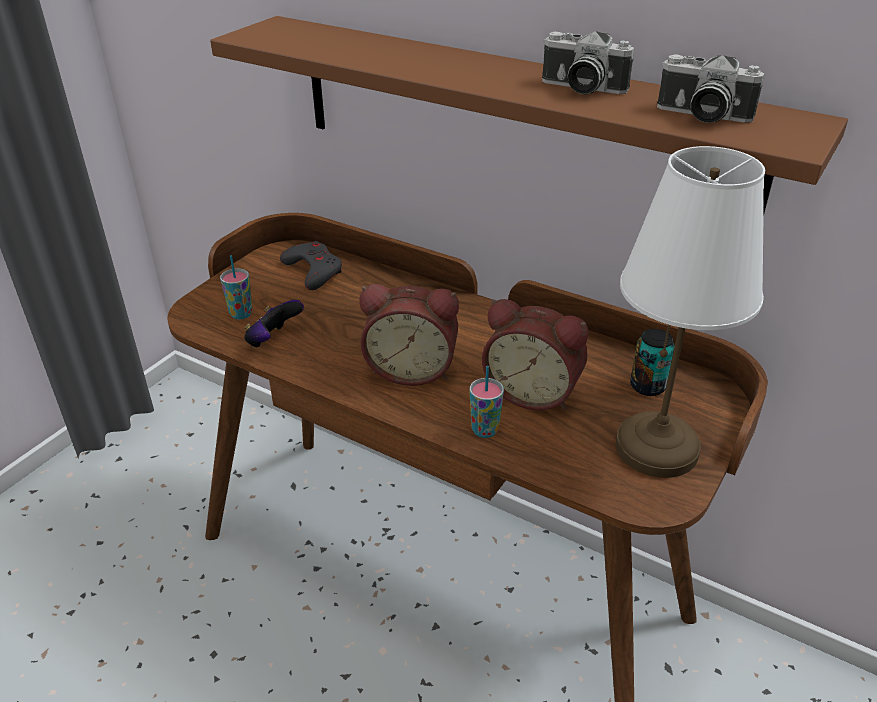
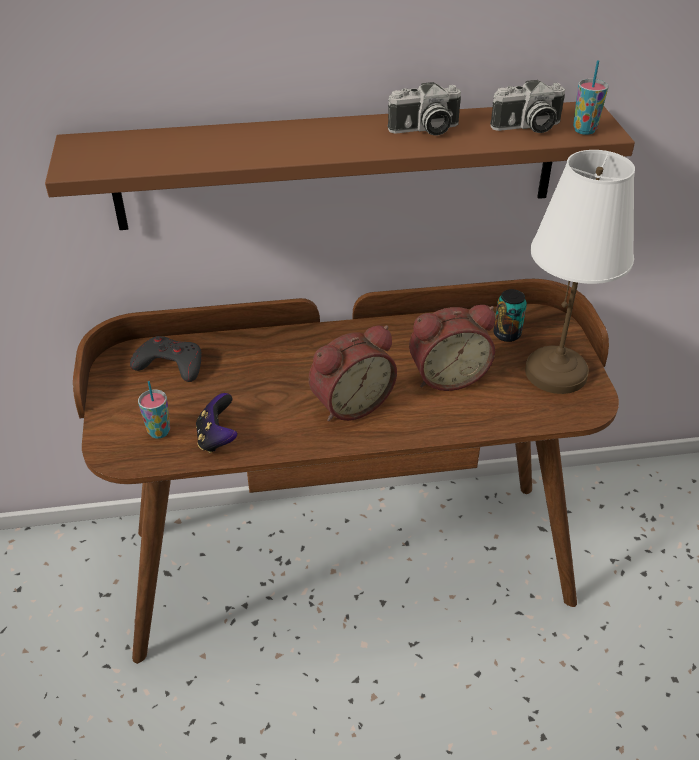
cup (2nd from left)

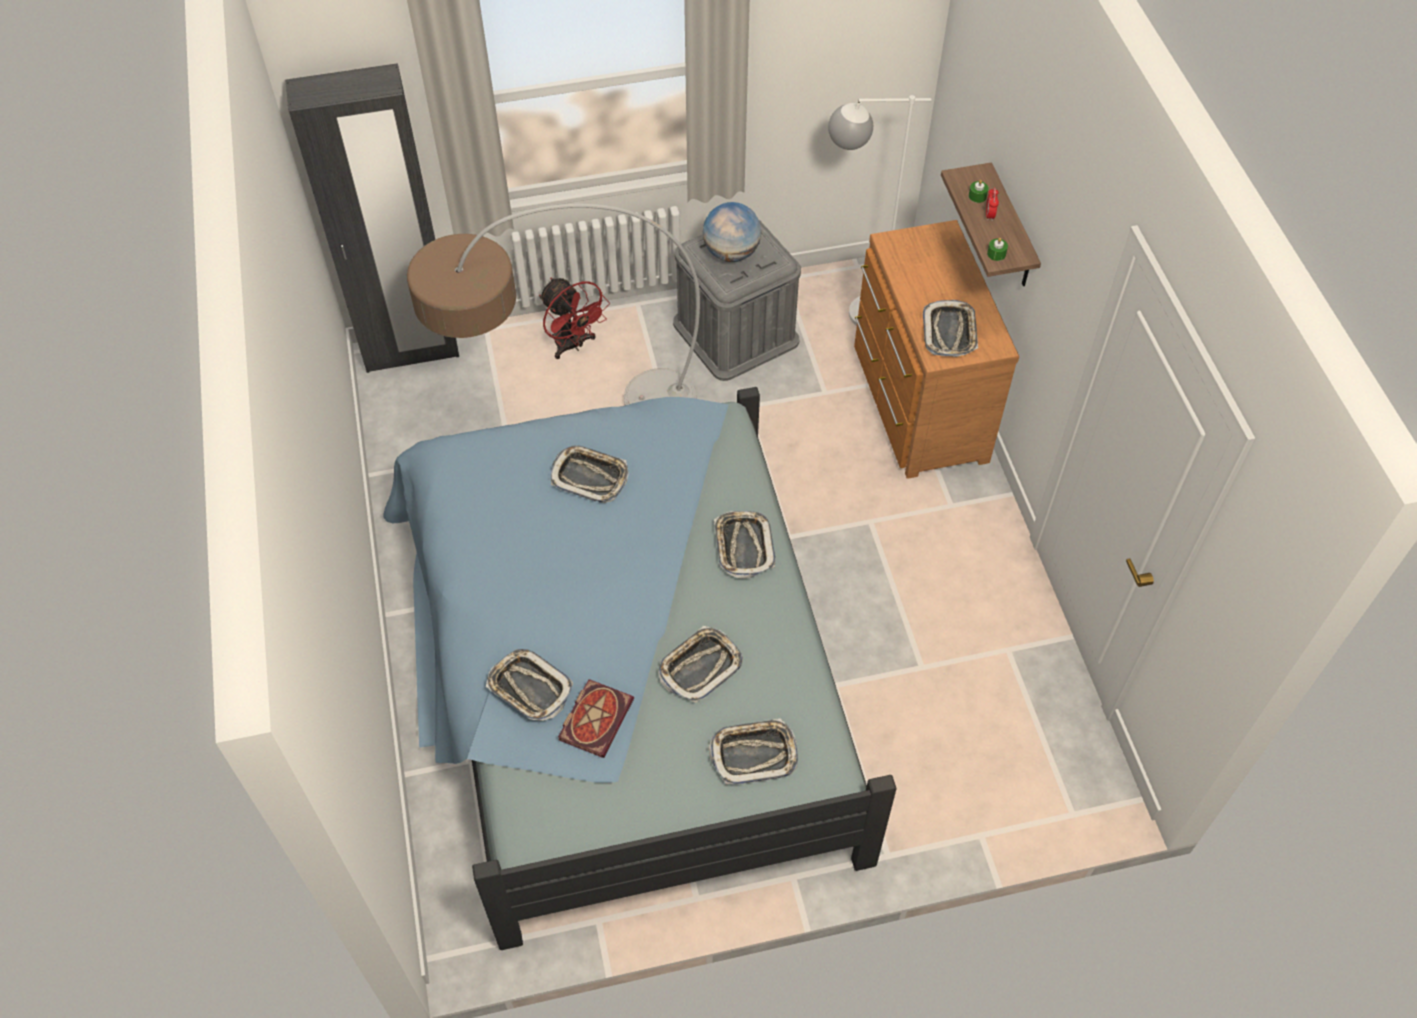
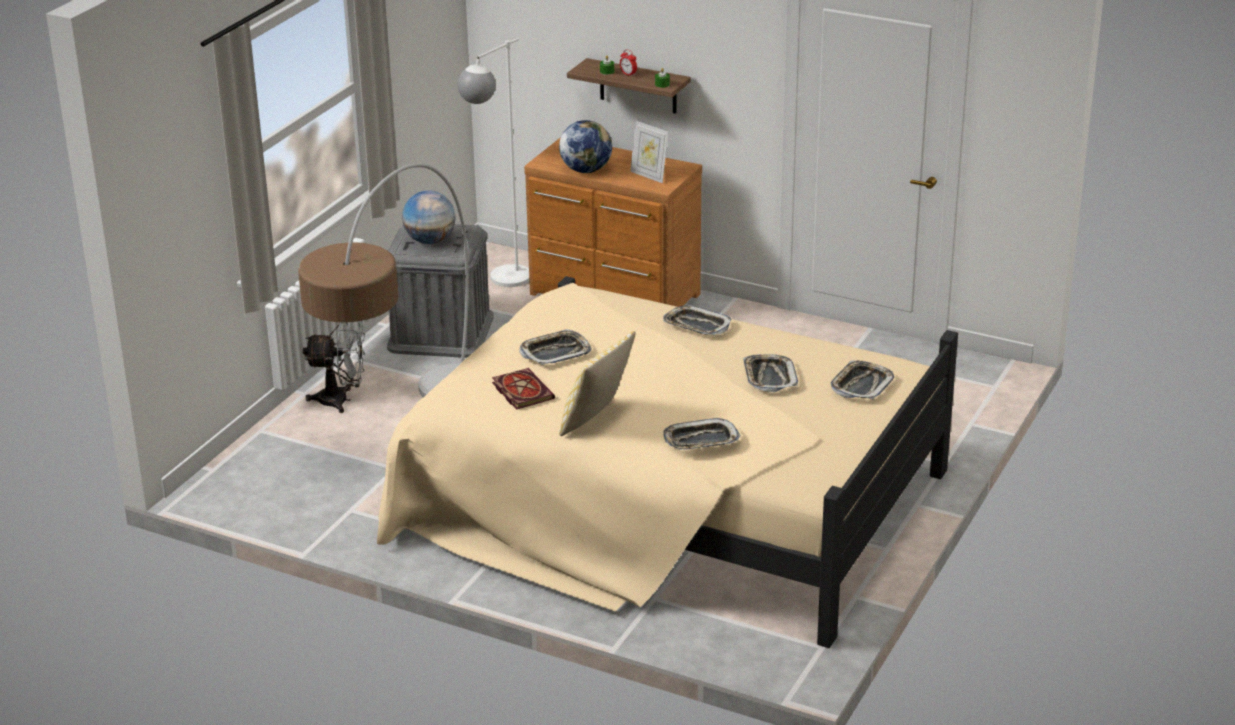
black wardrobe; beige bed; grey fan; book; picture frame; globe (2nd from left); pillow

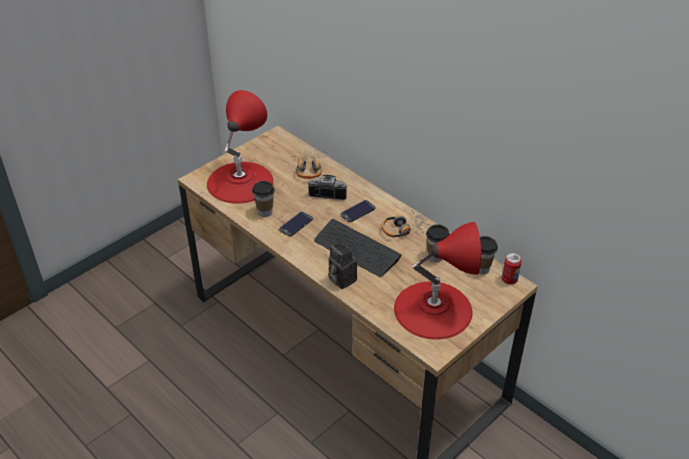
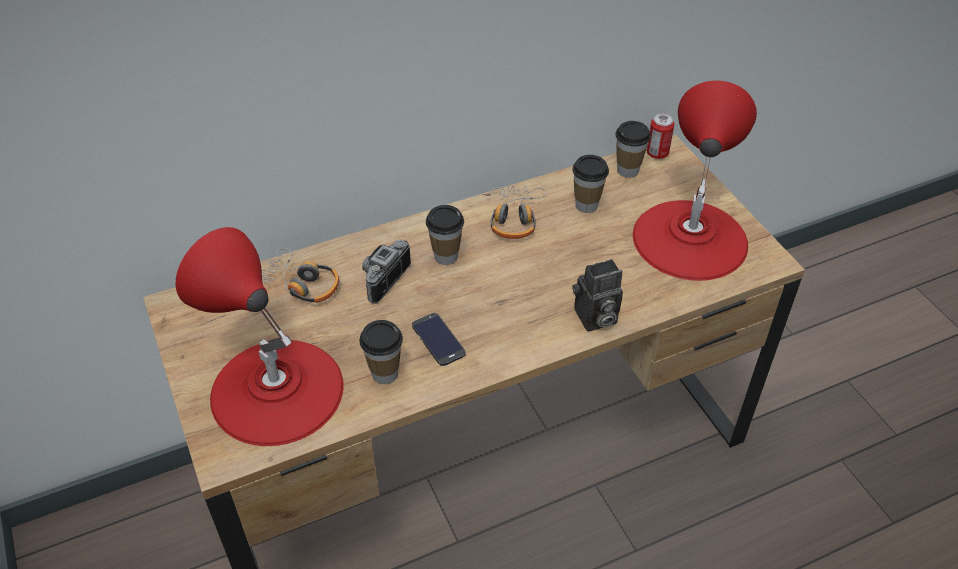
keyboard; cup (2nd from left)

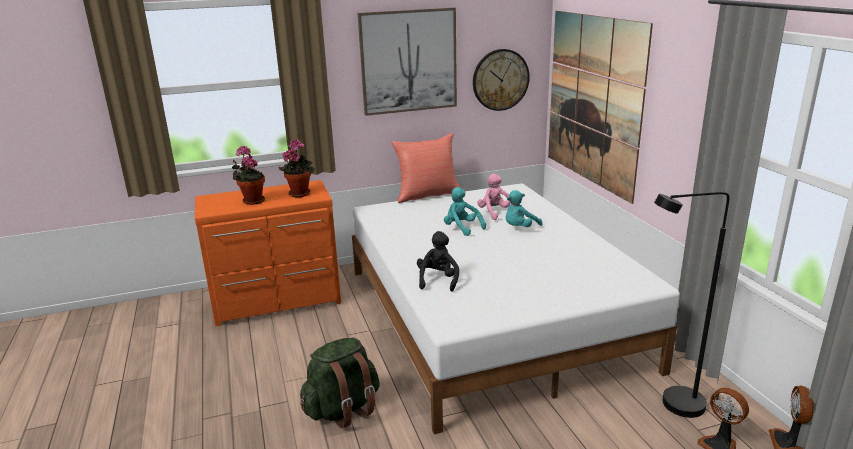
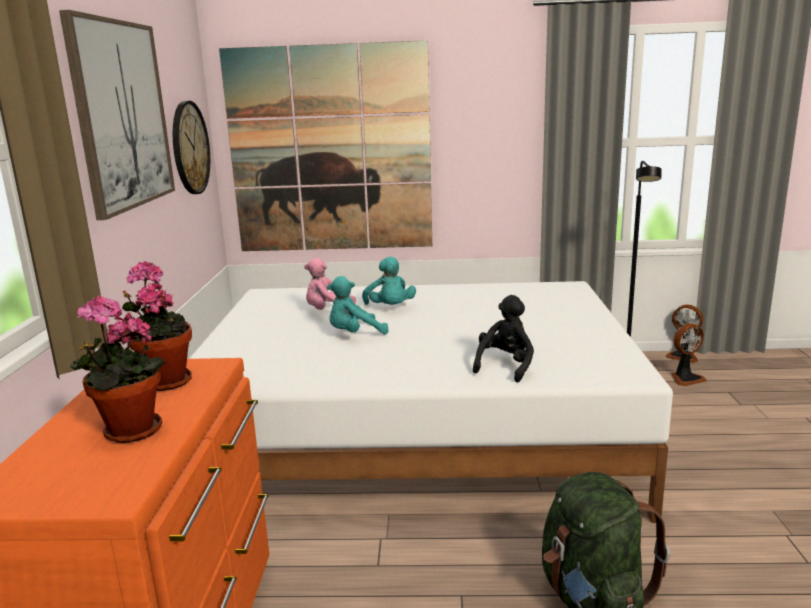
red pillow; black plush toy

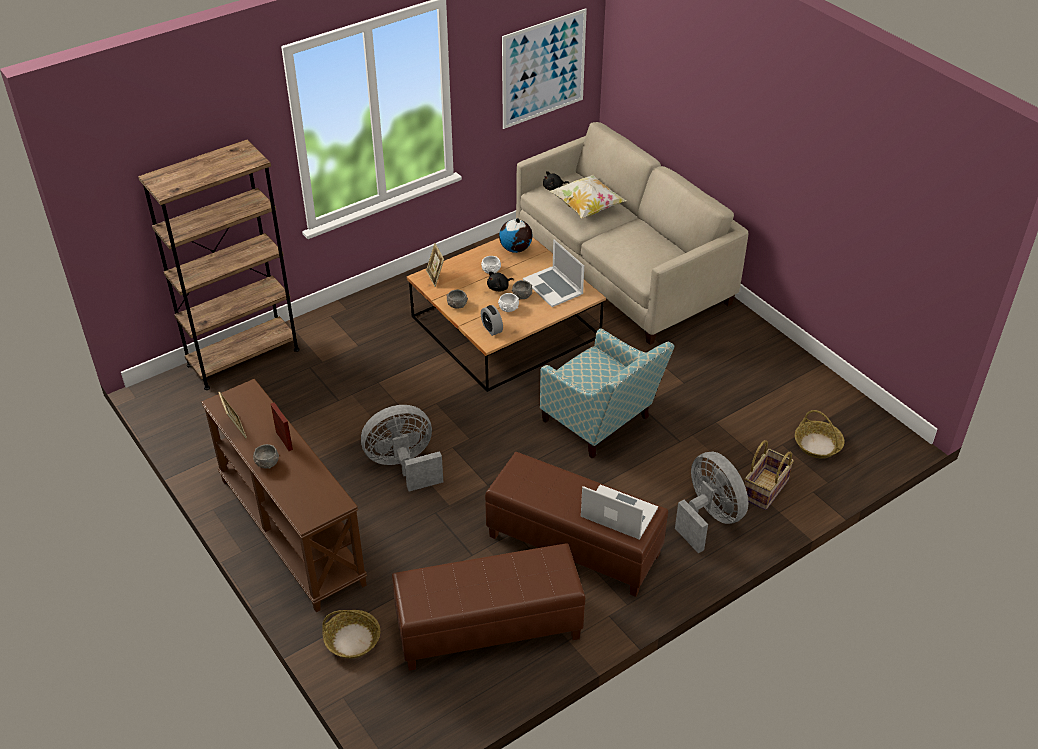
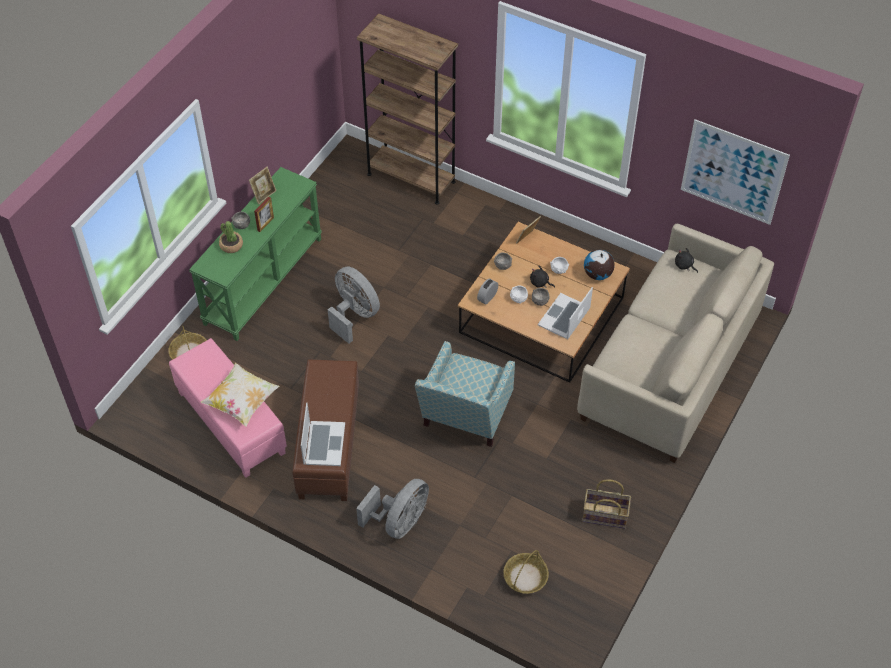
green console table; pink ottoman; pillow; basket (3rd from left); potted plant

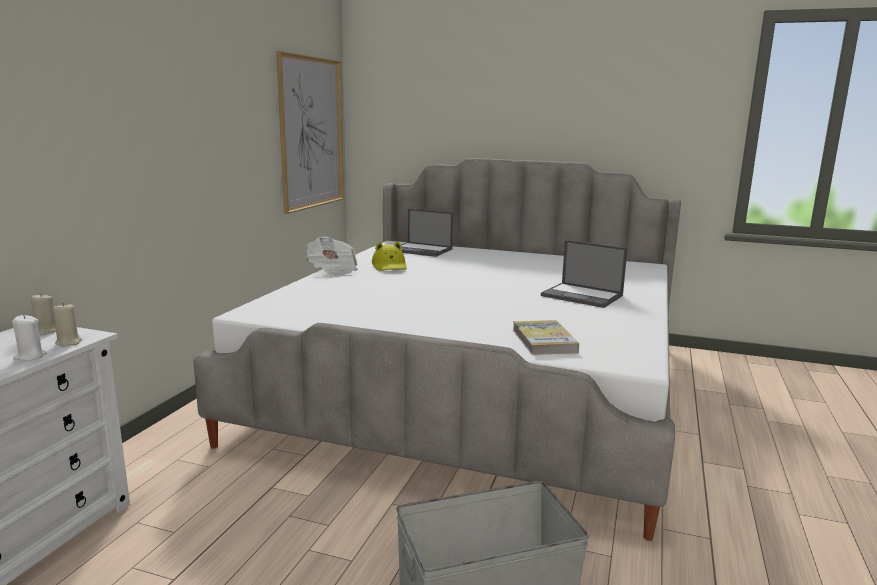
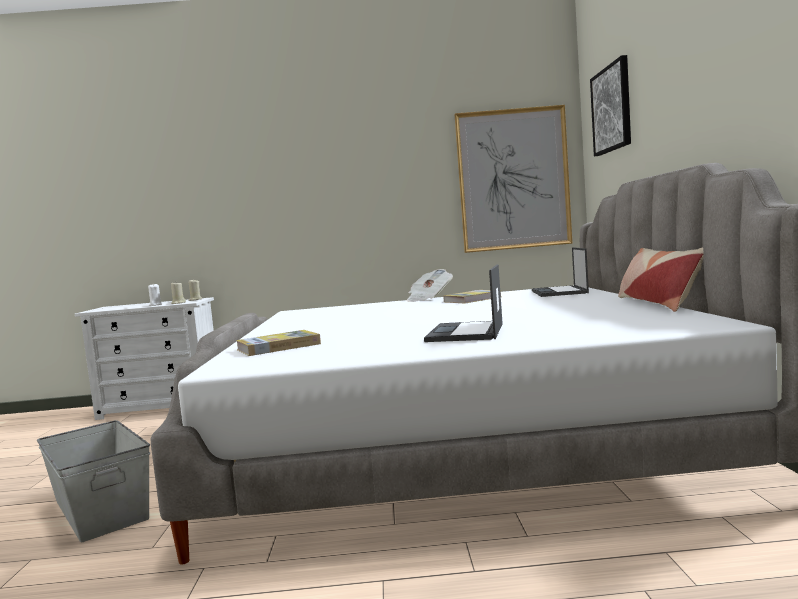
book (2nd from left); picture (2nd from left); pillow

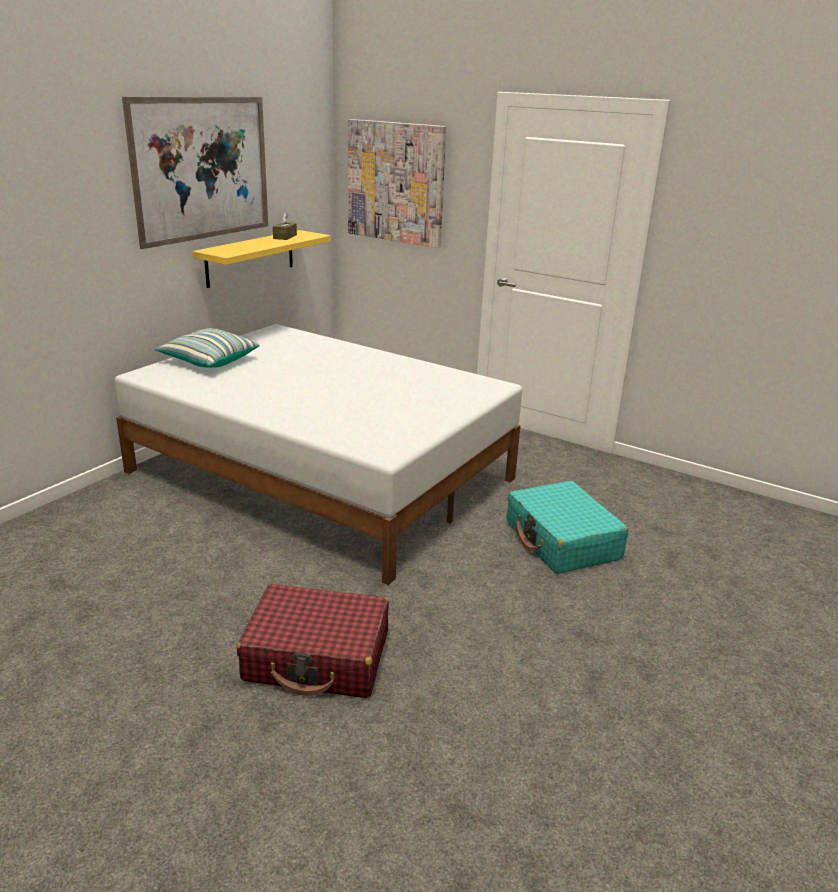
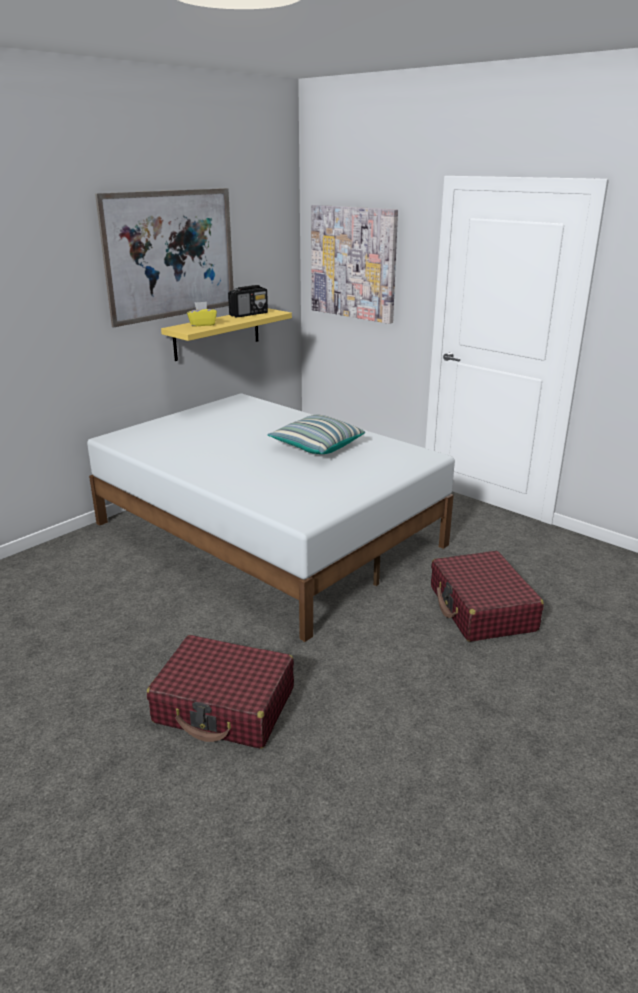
pillow; radio; red suitcase (2nd from left); yellow tissue box

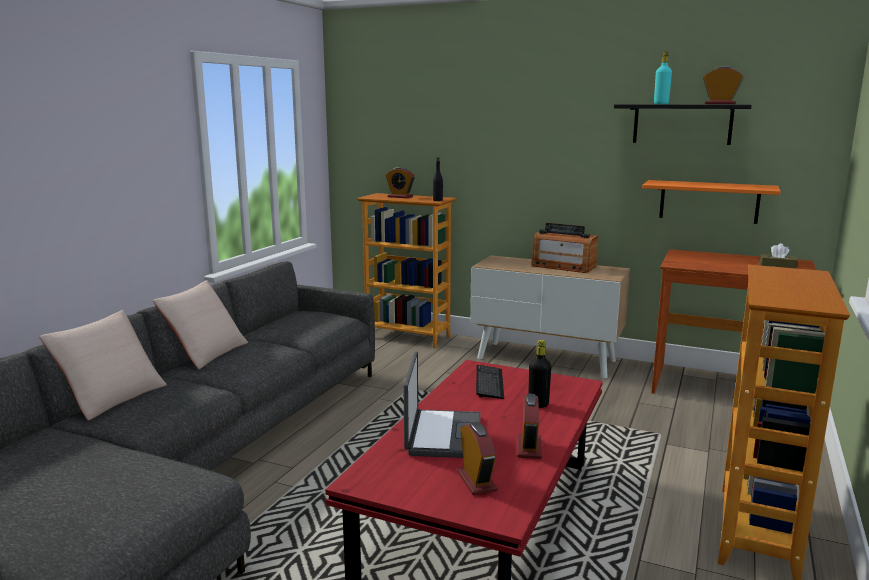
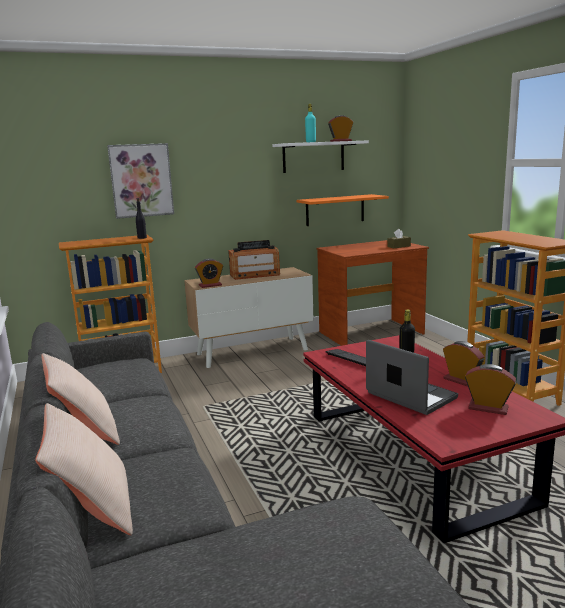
alarm clock (1st from left); white shelf; picture

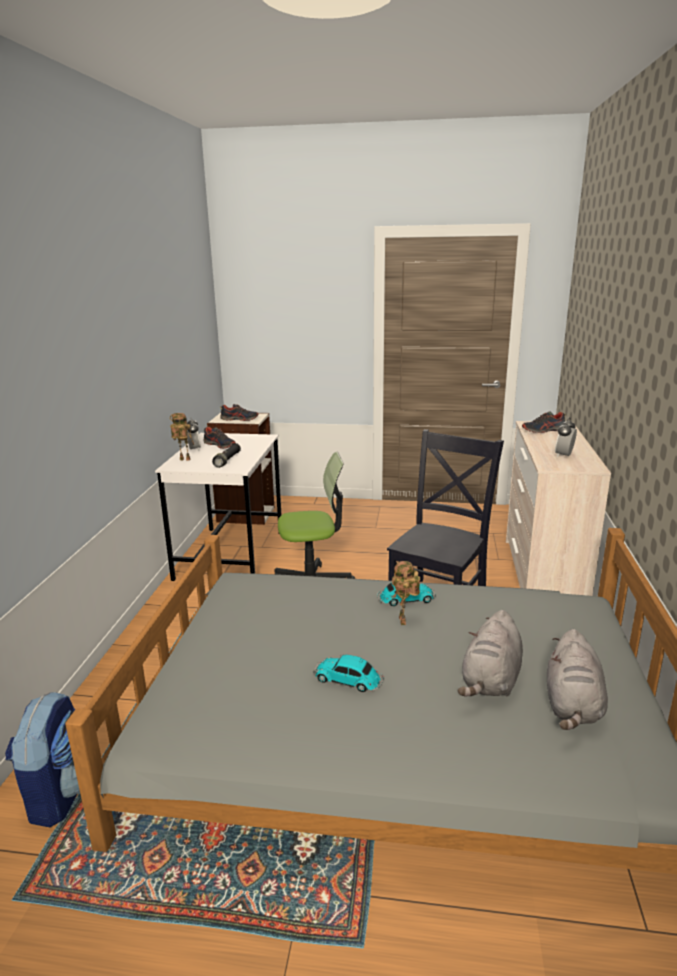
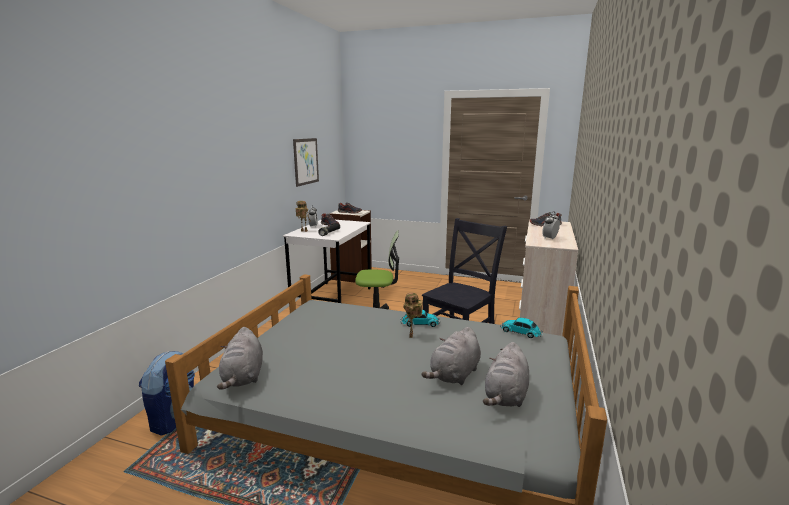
toy car (2nd from left); grey plush toy (1st from left); picture

